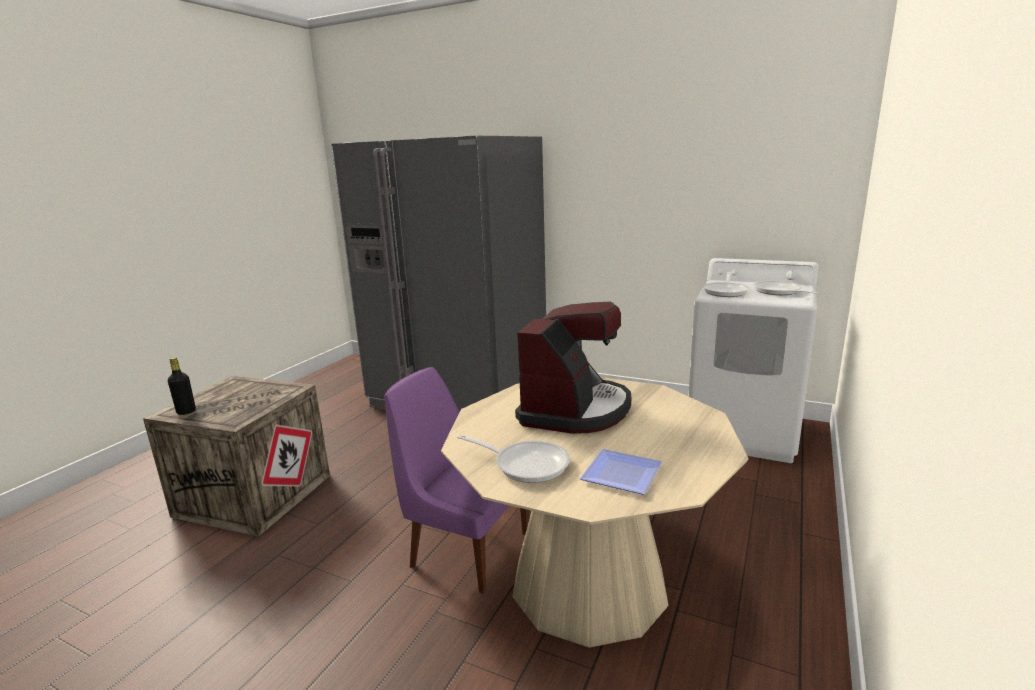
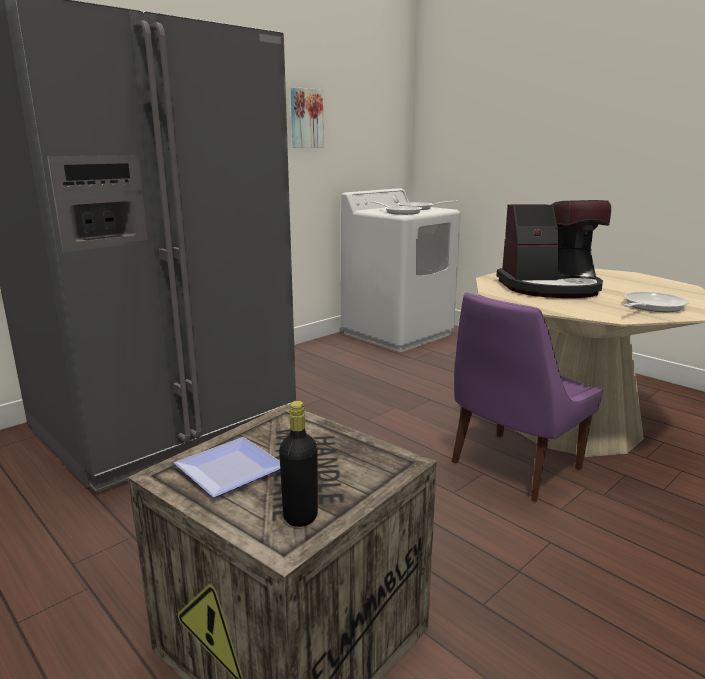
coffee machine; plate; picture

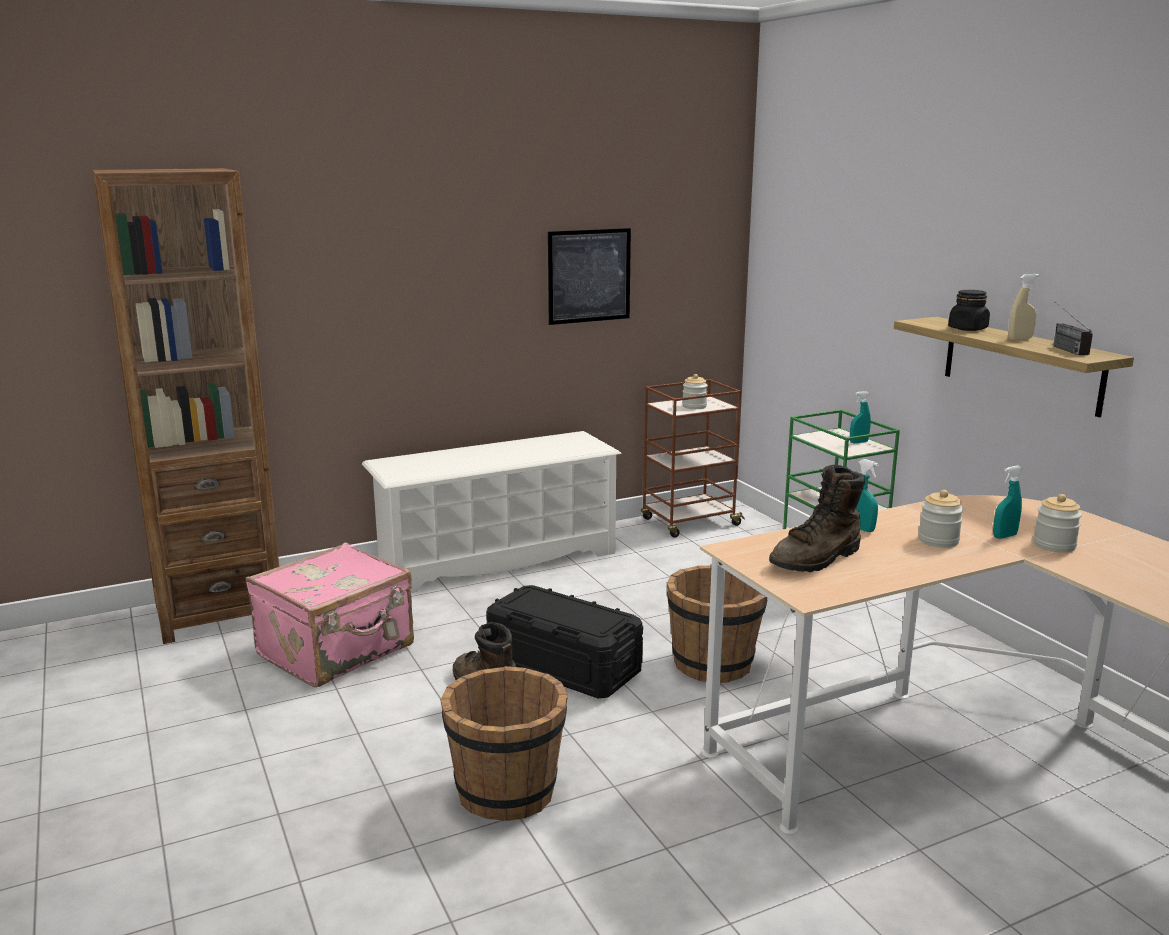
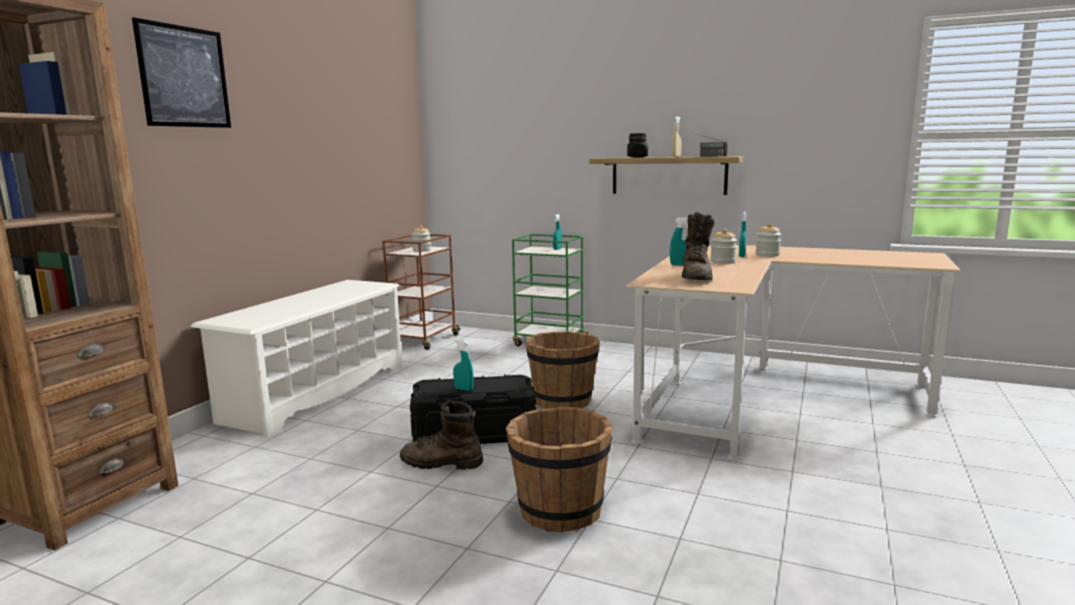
pink suitcase; picture; turquoise spray bottle (1st from left)

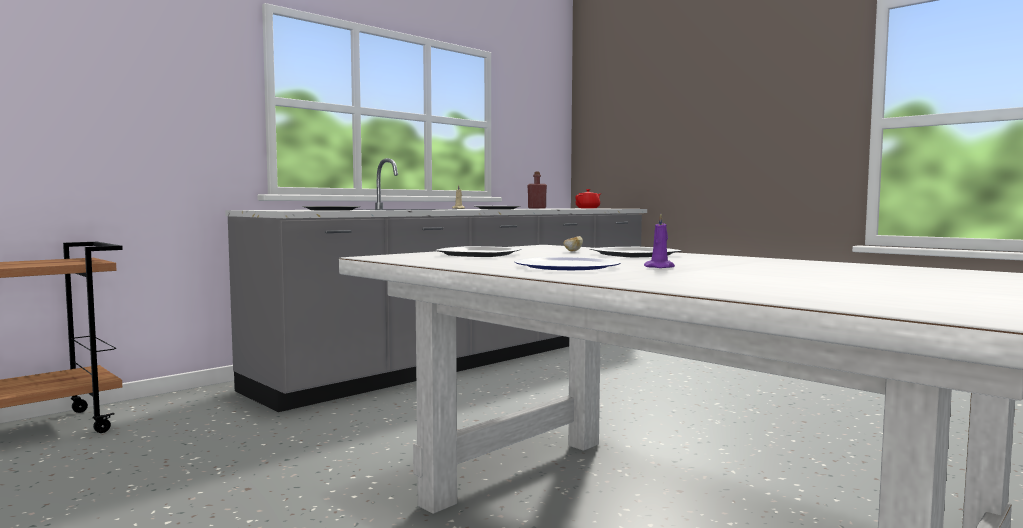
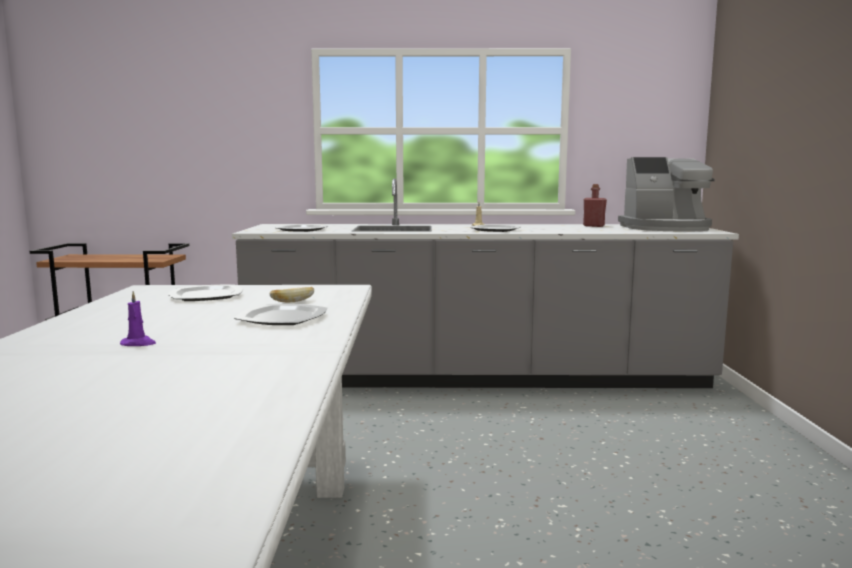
plate (4th from left in the first image); coffee machine

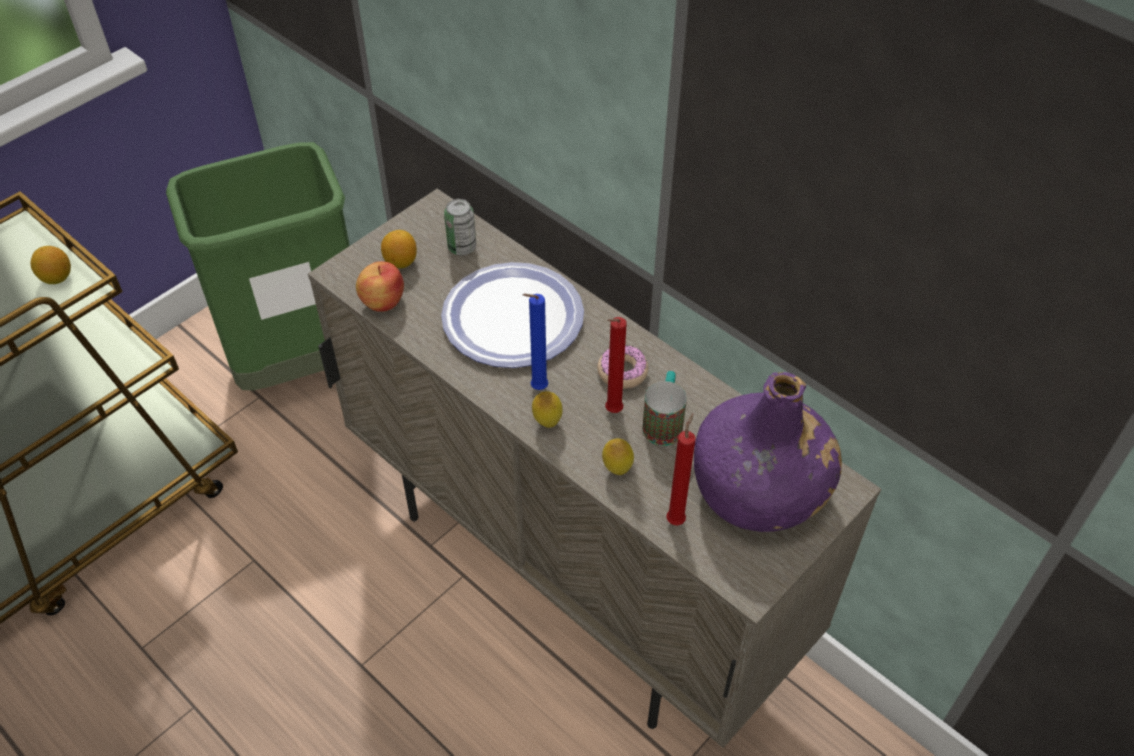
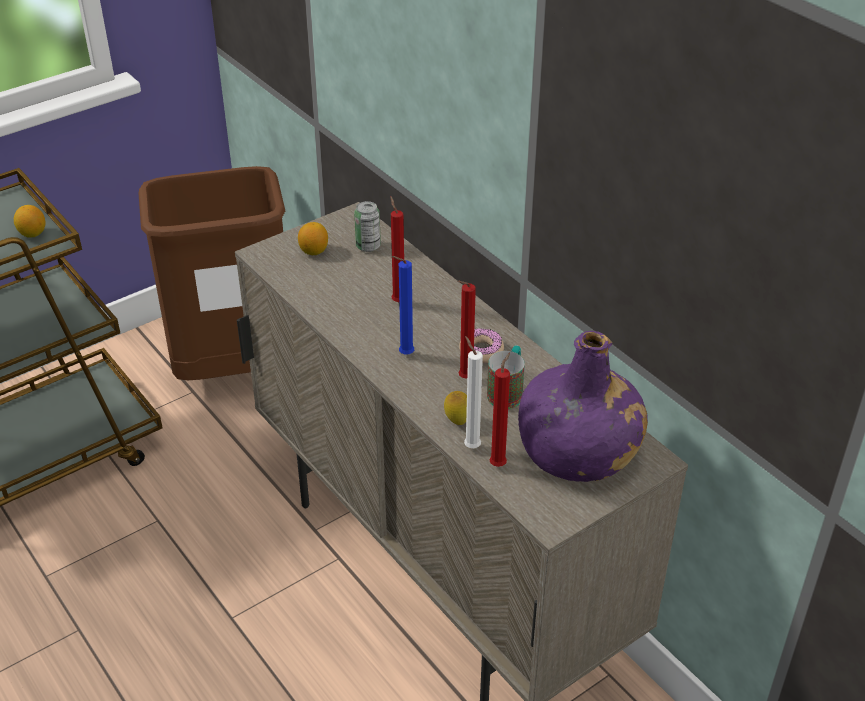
brown trash can; apple; red candle (1st from left); lemon (3rd from left in the first image); white candle

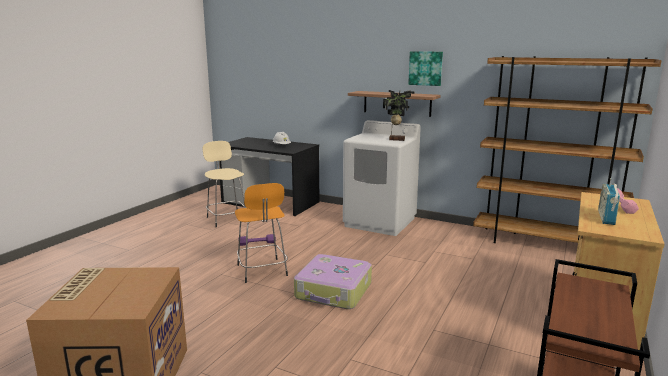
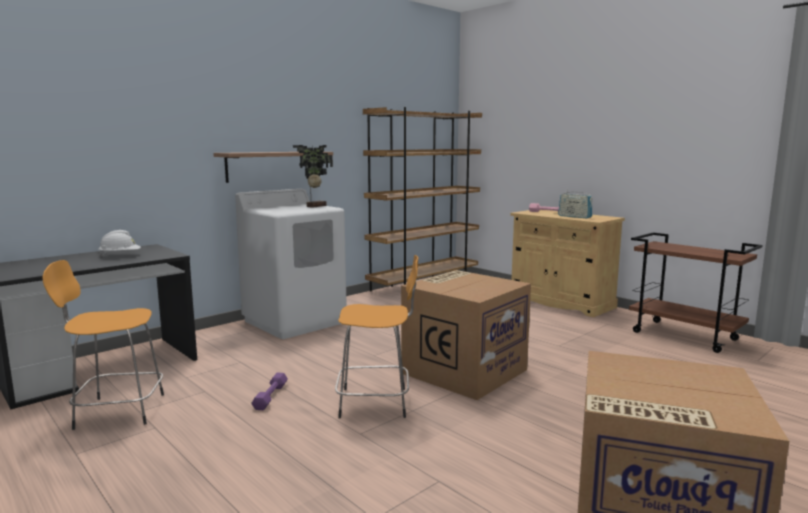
orange stool (1st from left); cardboard box (1st from left); picture

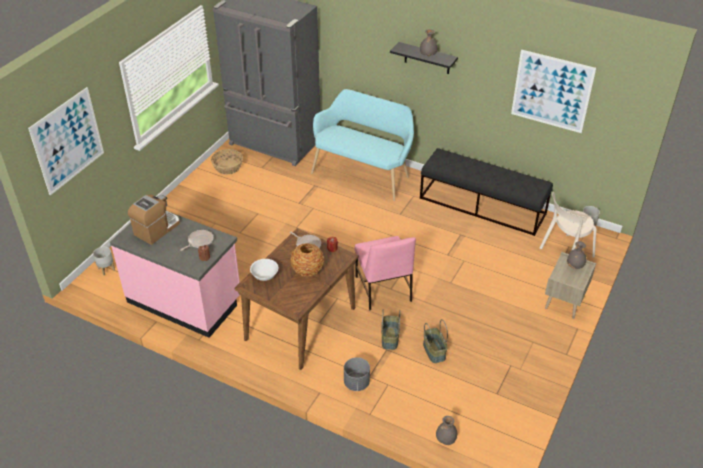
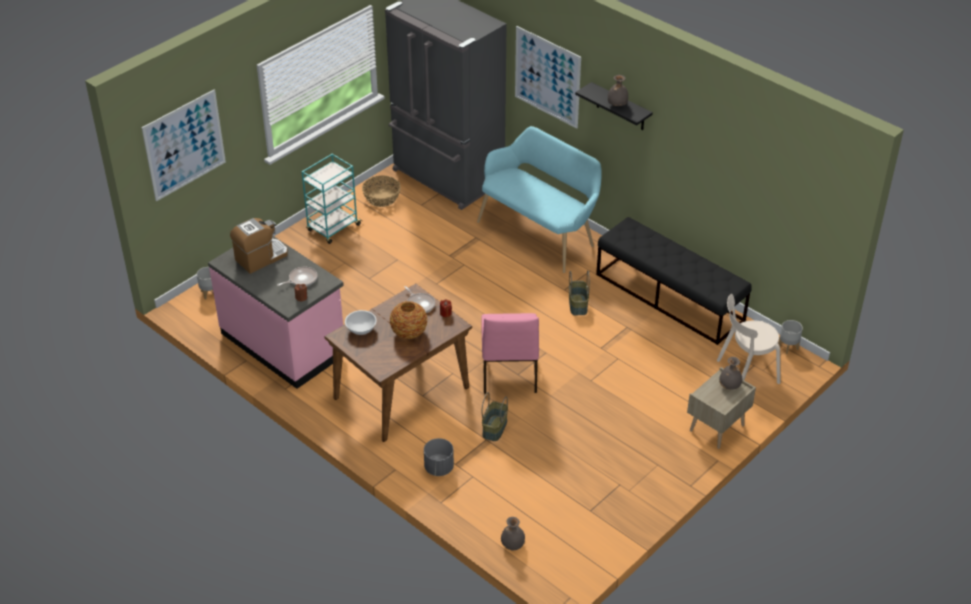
basket (3rd from left); picture (2nd from left); turquoise cart

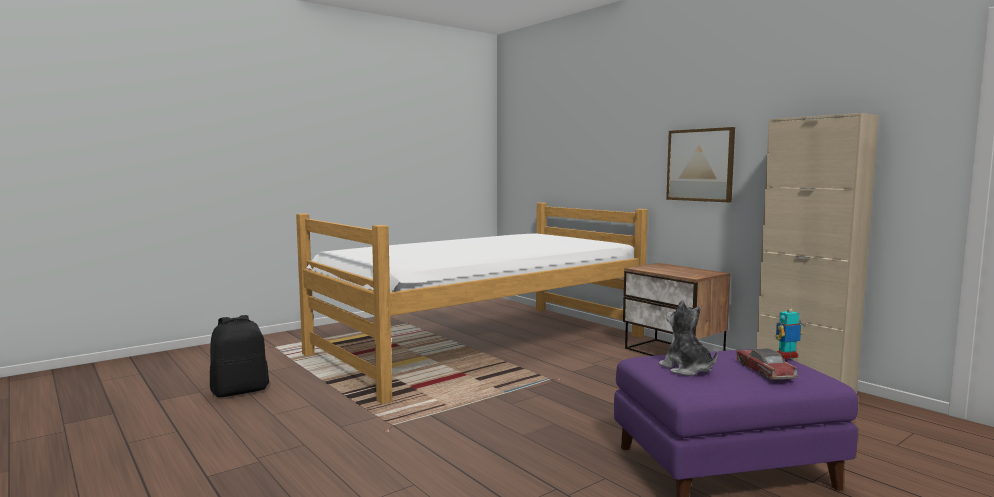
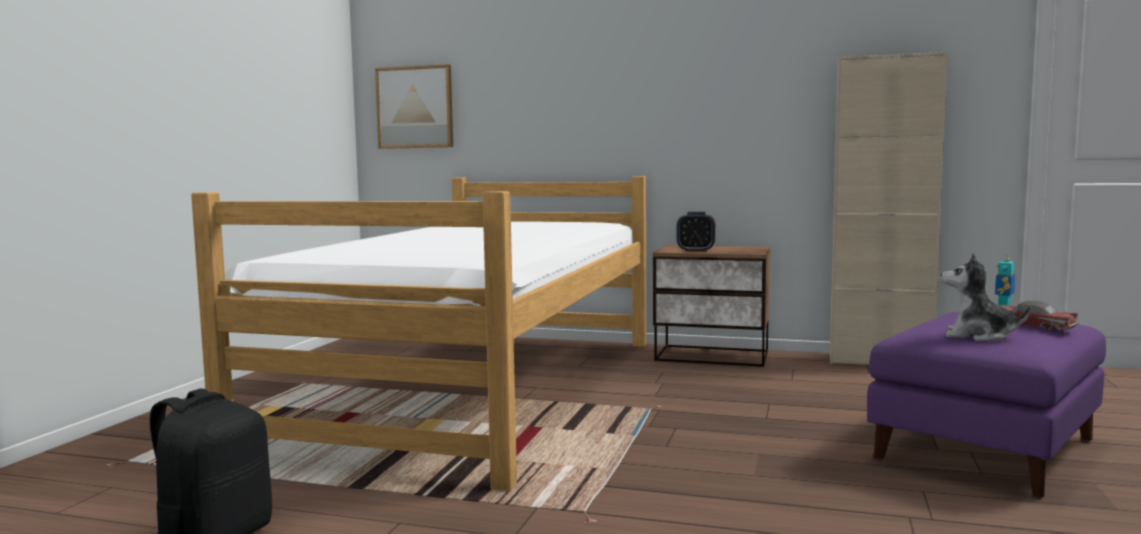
picture; alarm clock

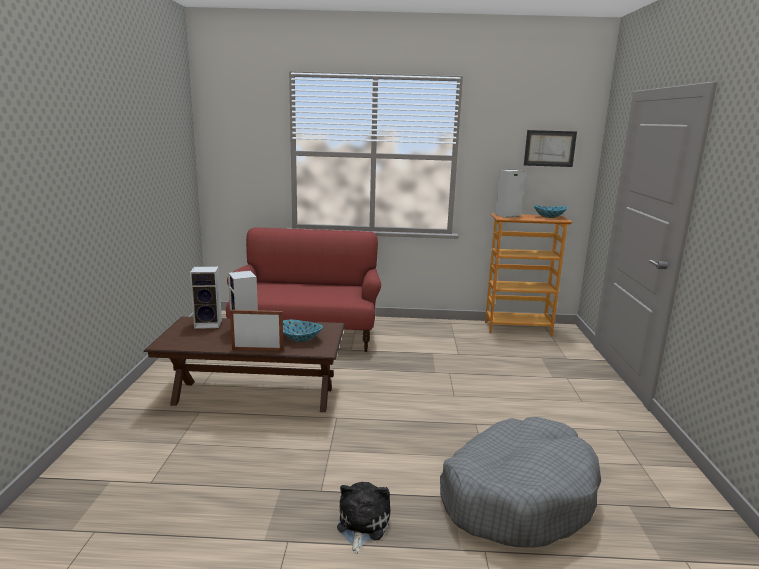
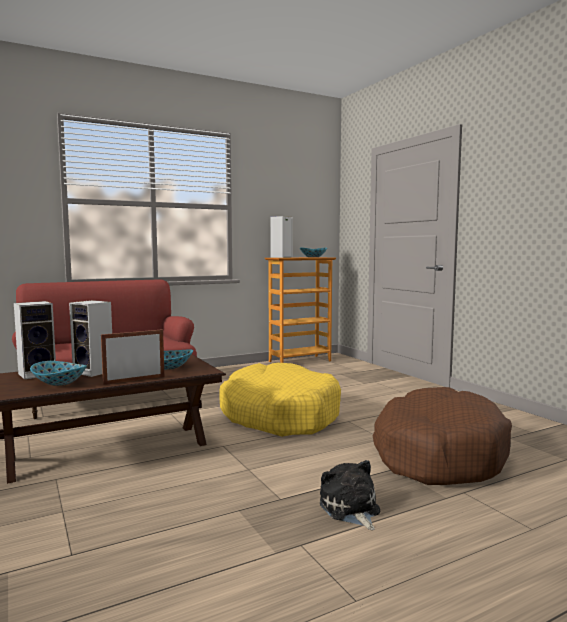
brown dog bed; picture; bowl (1st from left); yellow dog bed

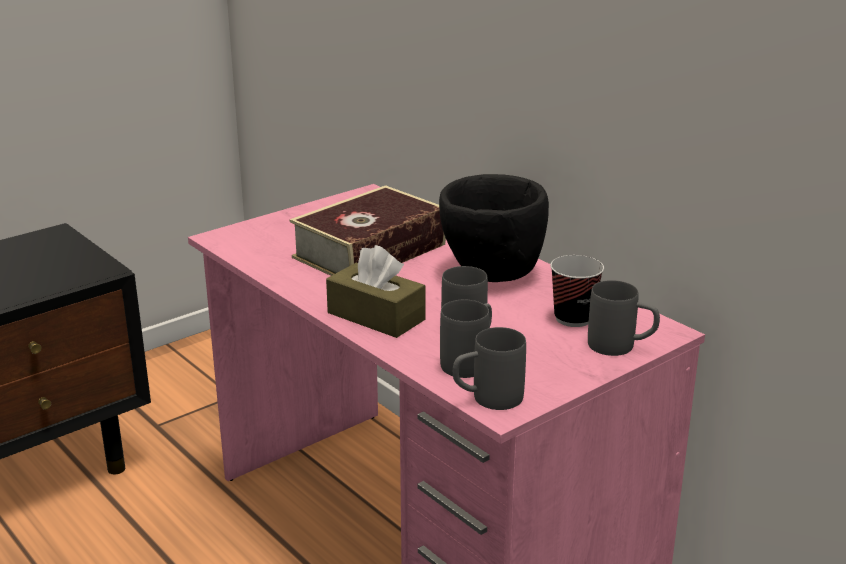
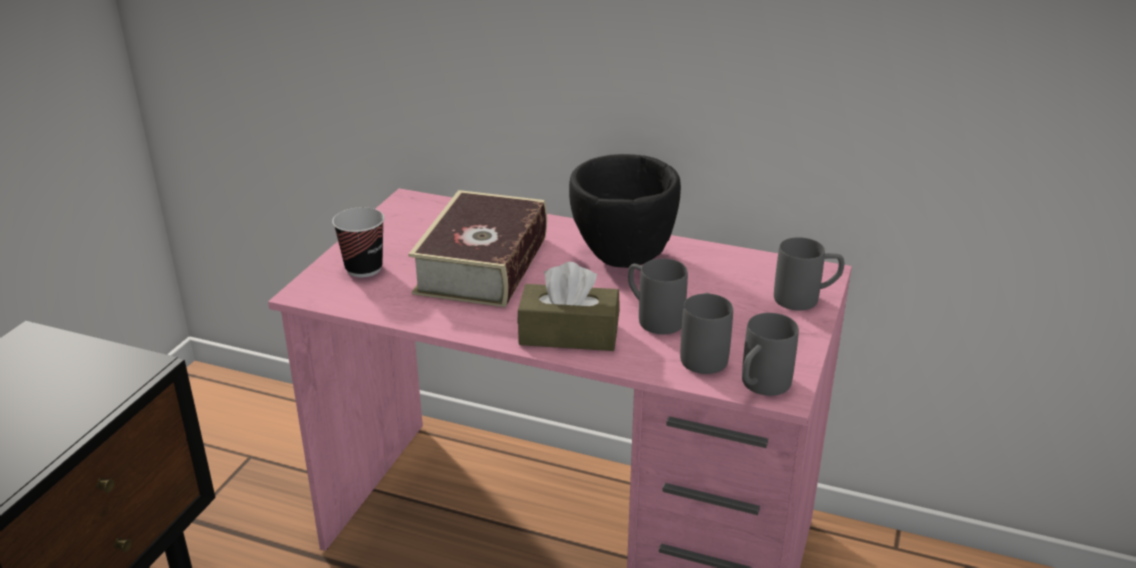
cup

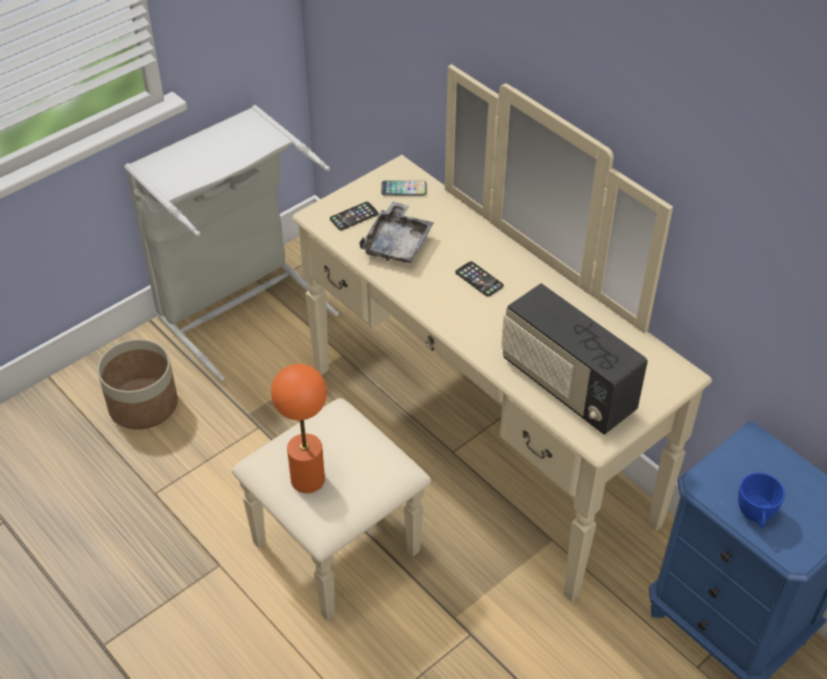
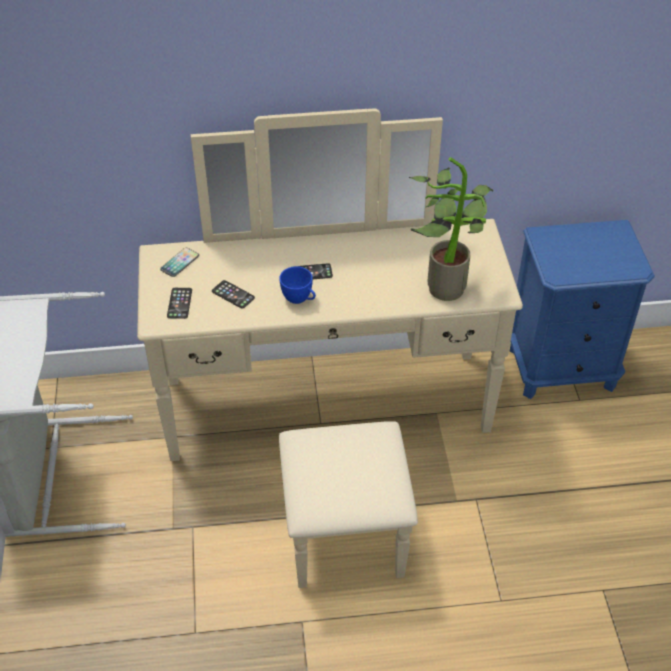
planter; orange table lamp; phone (3rd from left); potted plant; blue cup

